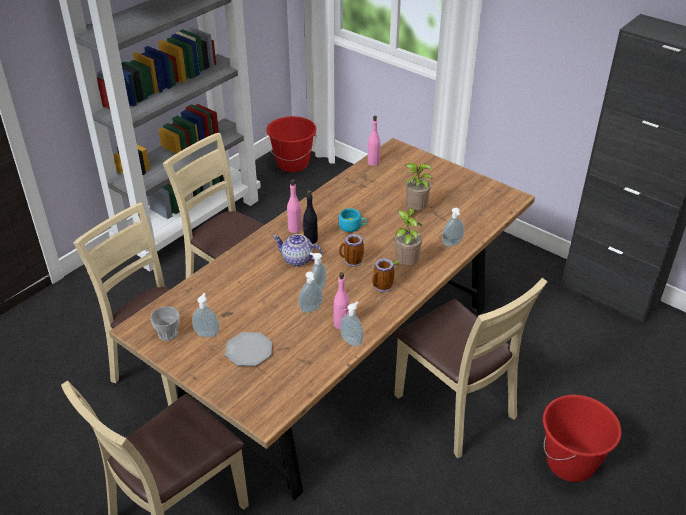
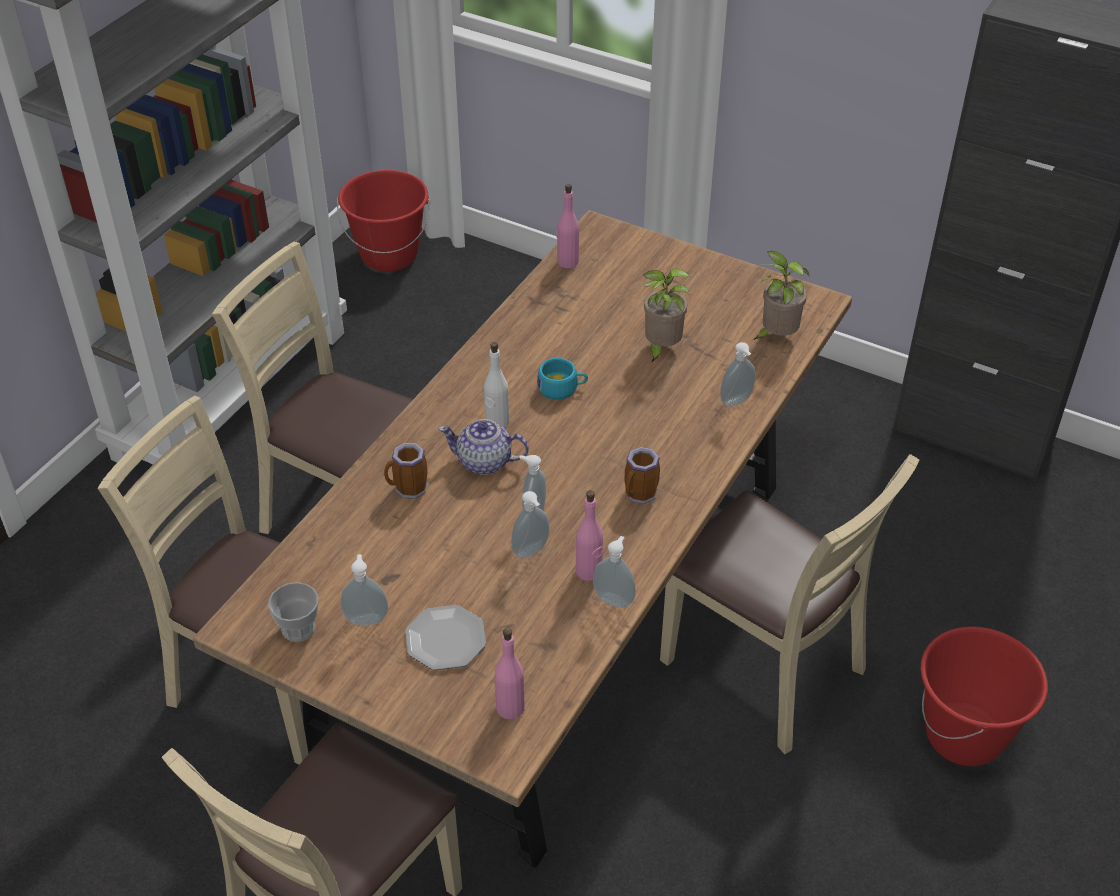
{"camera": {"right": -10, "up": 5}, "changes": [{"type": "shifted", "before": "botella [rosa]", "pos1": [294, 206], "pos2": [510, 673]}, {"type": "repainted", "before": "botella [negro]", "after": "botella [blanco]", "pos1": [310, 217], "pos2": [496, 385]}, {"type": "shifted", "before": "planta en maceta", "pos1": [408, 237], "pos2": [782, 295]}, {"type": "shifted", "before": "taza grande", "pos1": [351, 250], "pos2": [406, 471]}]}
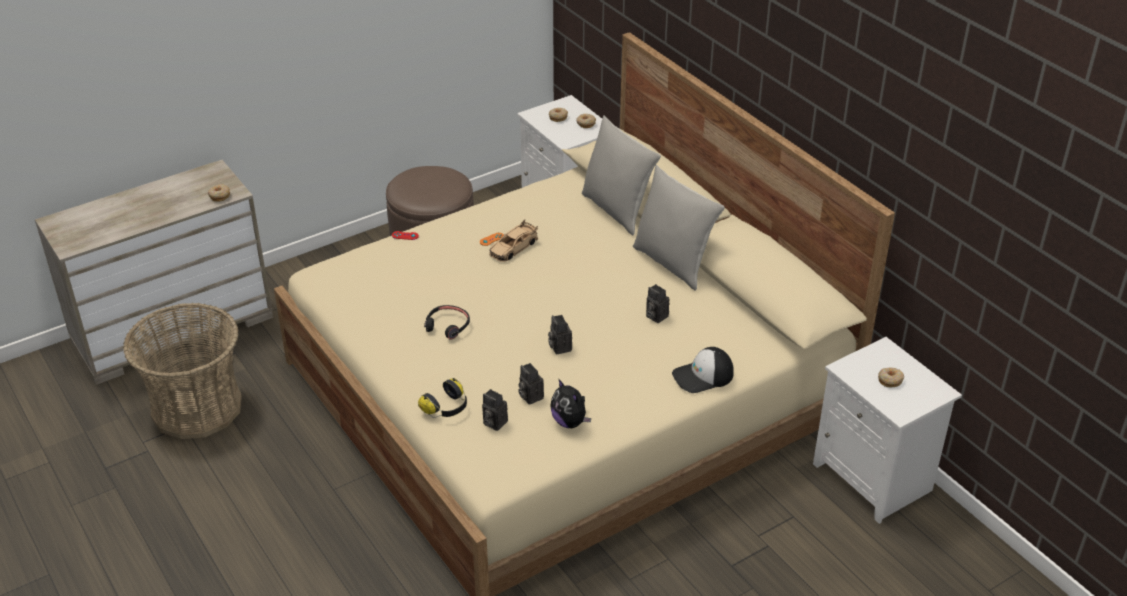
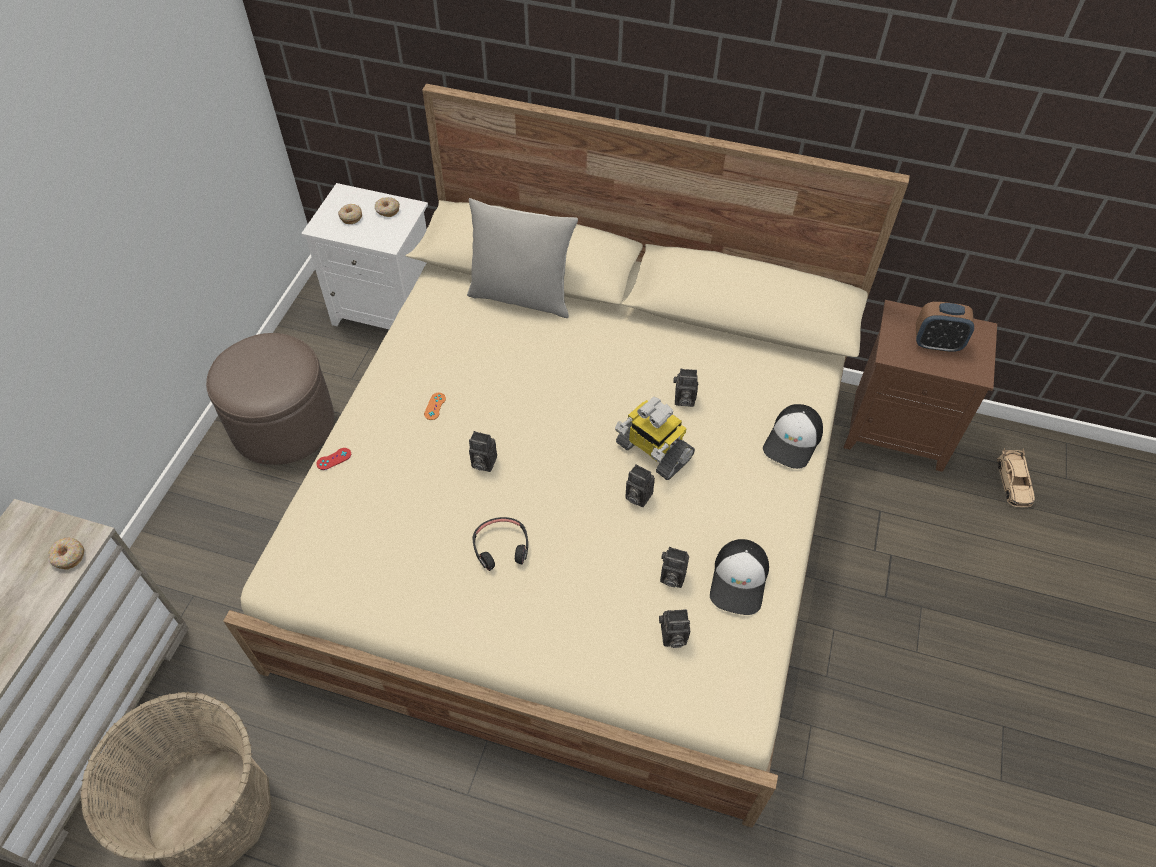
{"camera": {"right": -40, "up": 15}, "changes": [{"type": "gone", "before": "cojín [gris]", "pos1": [679, 228]}, {"type": "shifted", "before": "coche de juguete [beis]", "pos1": [513, 240], "pos2": [1016, 477]}, {"type": "repainted", "before": "mesita de noche [blanco]", "after": "mesita de noche [marrón]", "pos1": [887, 430], "pos2": [920, 386]}, {"type": "swapped", "before": "rosquilla", "after": "despertador", "pos1": [891, 377], "pos2": [945, 327]}, {"type": "gone", "before": "auriculares", "pos1": [442, 398]}, {"type": "swapped", "before": "peluche", "after": "gorra", "pos1": [570, 403], "pos2": [739, 577]}, {"type": "new", "after": "robot de juguete", "pos2": [655, 438]}, {"type": "new", "after": "cámara", "pos2": [483, 451]}]}
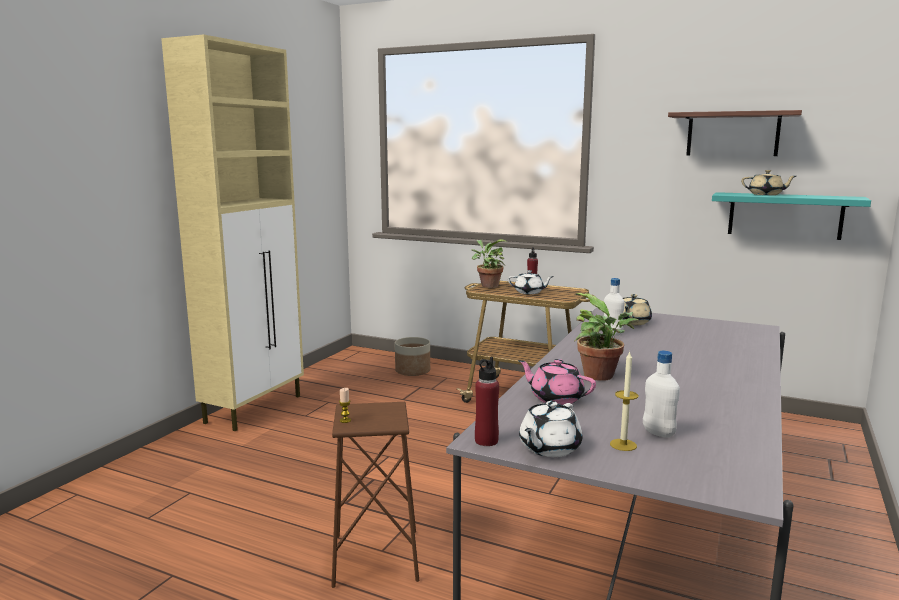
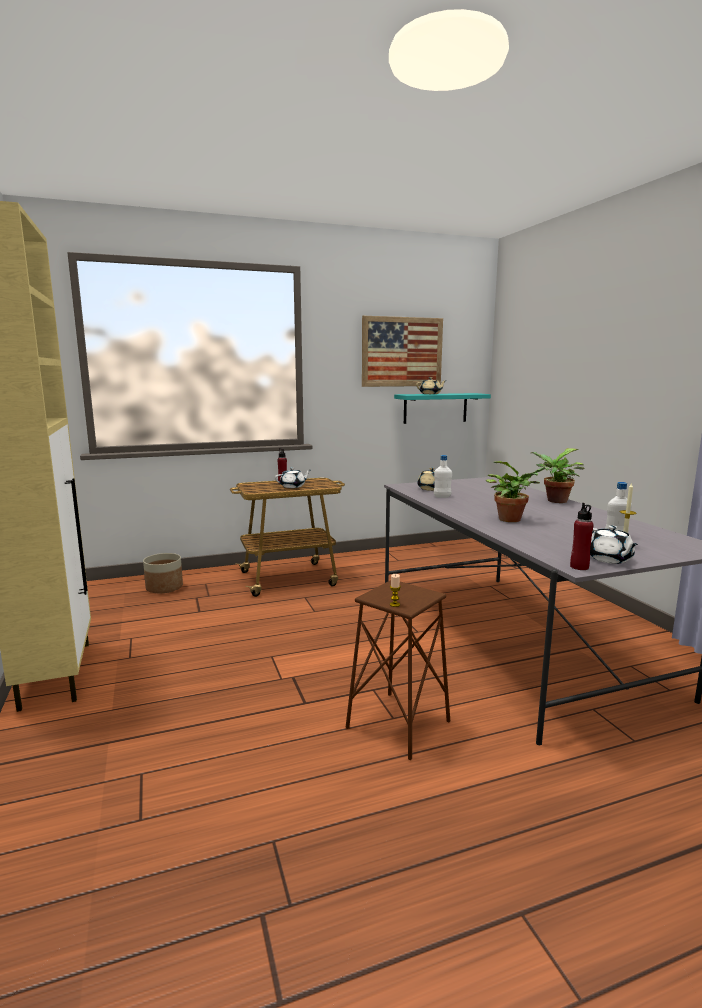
{"camera": {"right": -45, "up": 0}, "changes": [{"type": "swapped", "before": "estante", "after": "cuadro", "pos1": [735, 133], "pos2": [402, 351]}, {"type": "shifted", "before": "planta en maceta", "pos1": [488, 263], "pos2": [557, 475]}, {"type": "gone", "before": "tetera [rosa]", "pos1": [557, 382]}]}
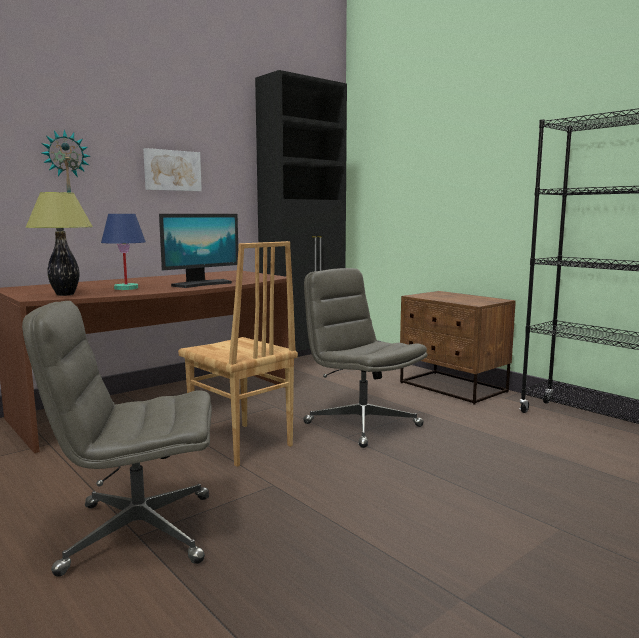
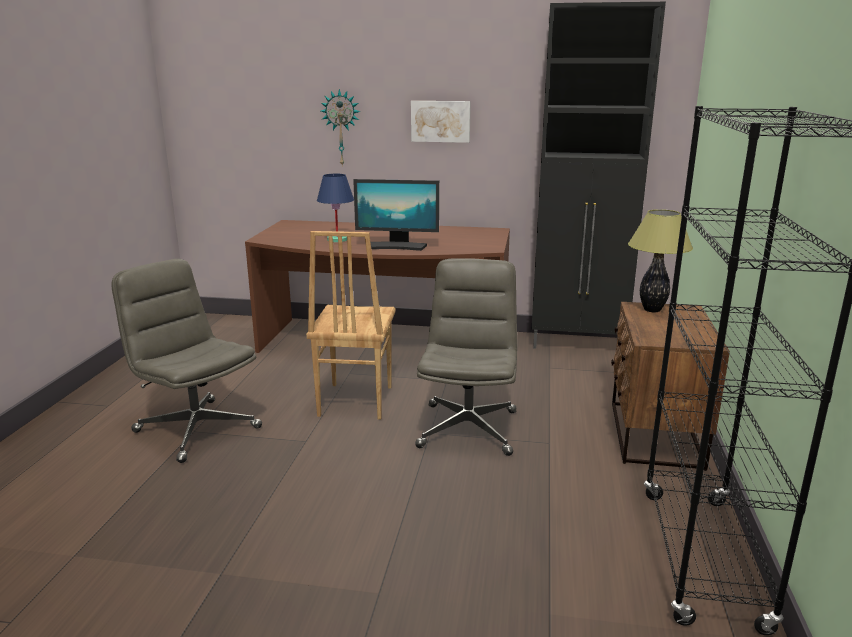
{"camera": {"right": 50, "up": 10}, "changes": [{"type": "shifted", "before": "lámpara de mesa", "pos1": [59, 244], "pos2": [660, 260]}]}
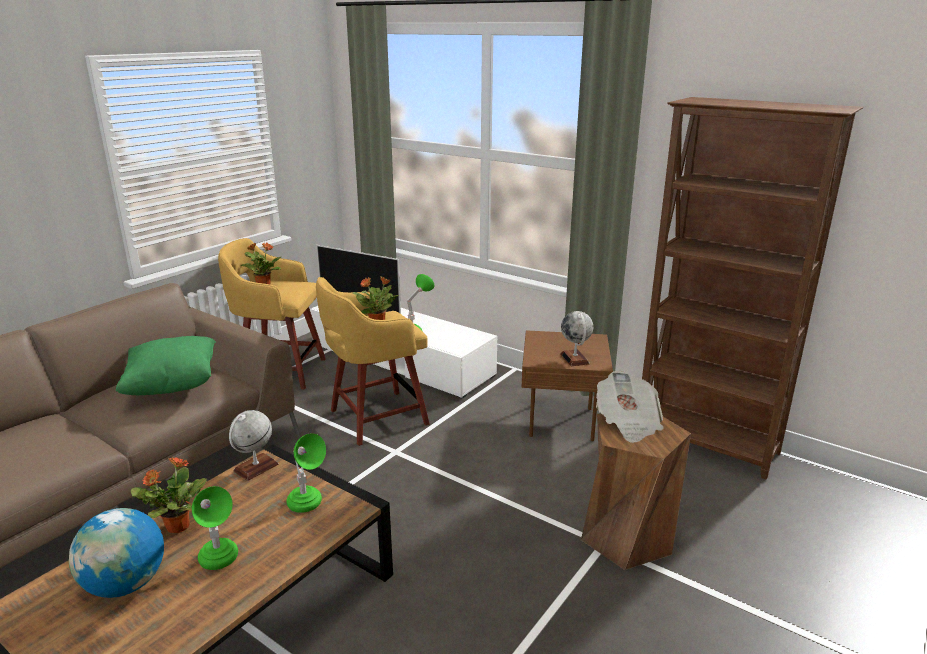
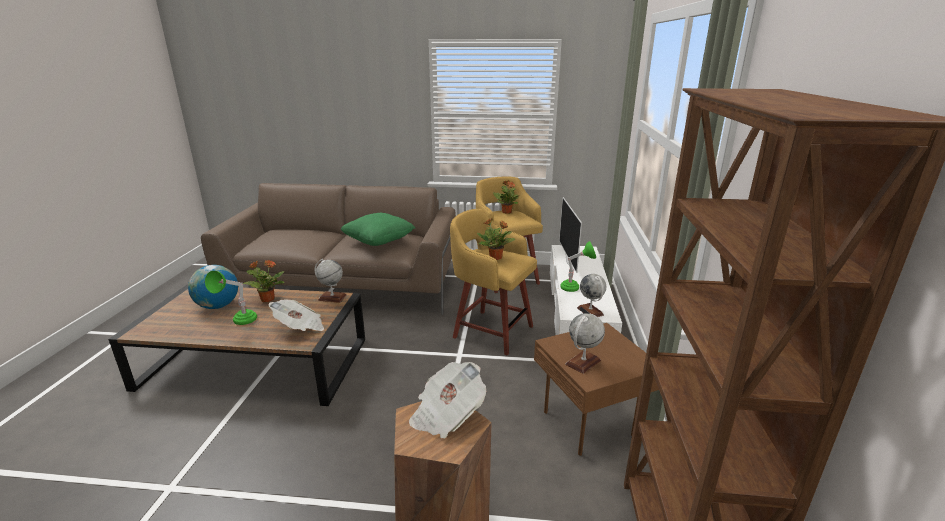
{"camera": {"right": 60, "up": 0}, "changes": [{"type": "swapped", "before": "lámpara de mesa [verde]", "after": "periódico", "pos1": [306, 473], "pos2": [296, 315]}, {"type": "new", "after": "globo terráqueo", "pos2": [591, 295]}]}
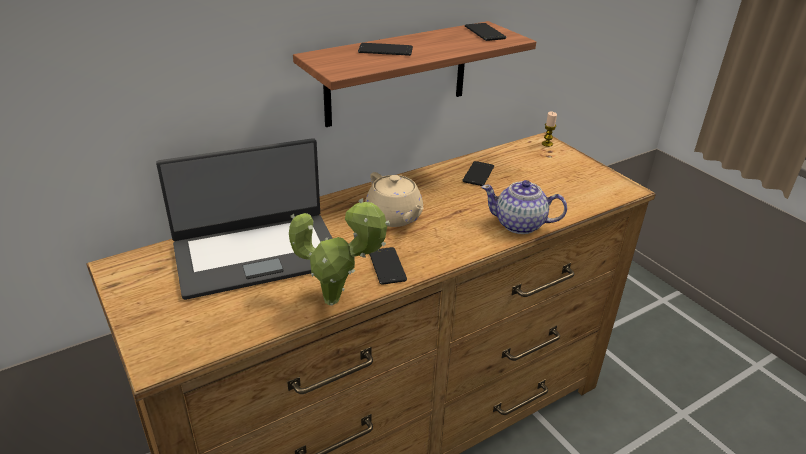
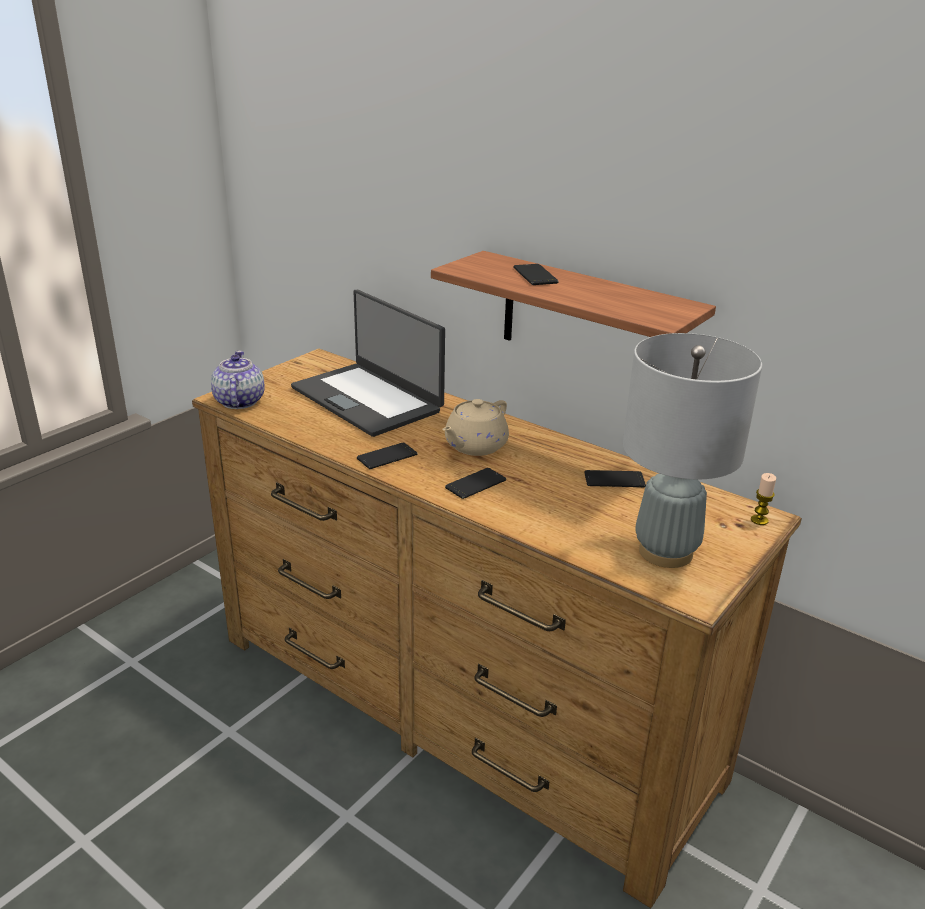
{"camera": {"right": 70, "up": -5}, "changes": [{"type": "shifted", "before": "móvil", "pos1": [485, 32], "pos2": [475, 483]}, {"type": "shifted", "before": "tetera", "pos1": [524, 207], "pos2": [238, 380]}, {"type": "gone", "before": "planta en maceta", "pos1": [339, 252]}, {"type": "new", "after": "lámpara de mesa [gris]", "pos2": [692, 450]}]}
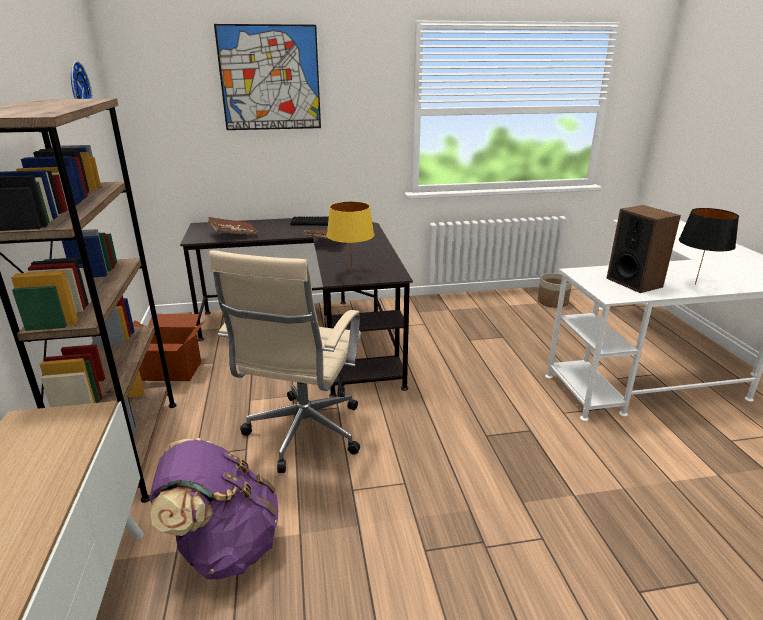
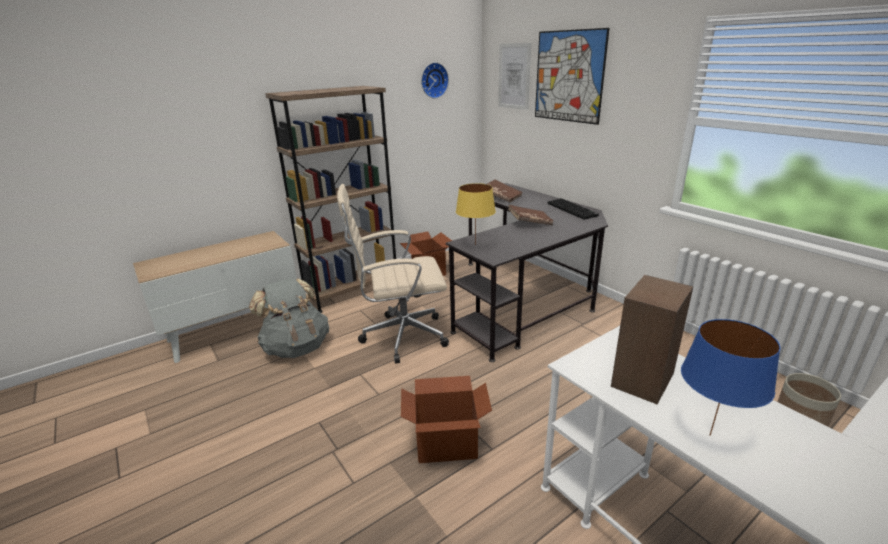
{"camera": {"right": 65, "up": 0}, "changes": [{"type": "repainted", "before": "lámpara de mesa [negro]", "after": "lámpara de mesa [azul]", "pos1": [709, 246], "pos2": [731, 377]}, {"type": "repainted", "before": "mochila [morado]", "after": "mochila [gris]", "pos1": [213, 508], "pos2": [289, 318]}, {"type": "new", "after": "cuadro", "pos2": [514, 76]}, {"type": "new", "after": "caja de cartón", "pos2": [446, 419]}]}
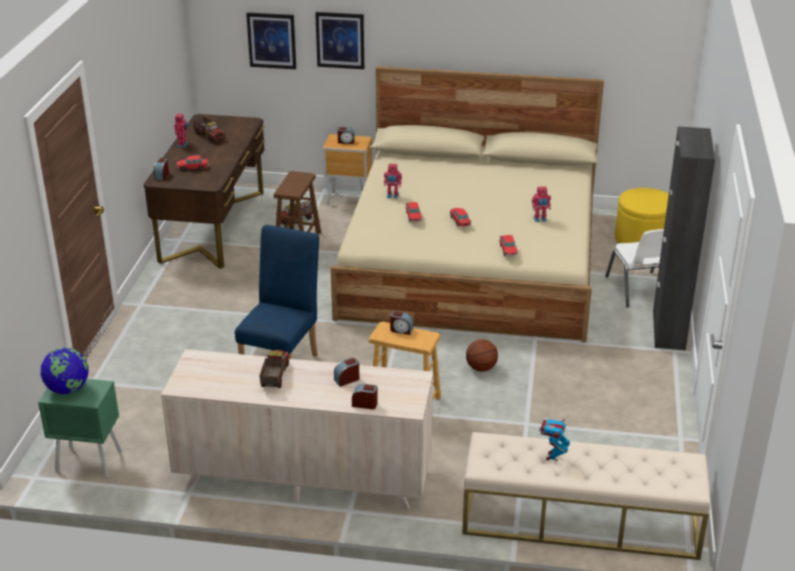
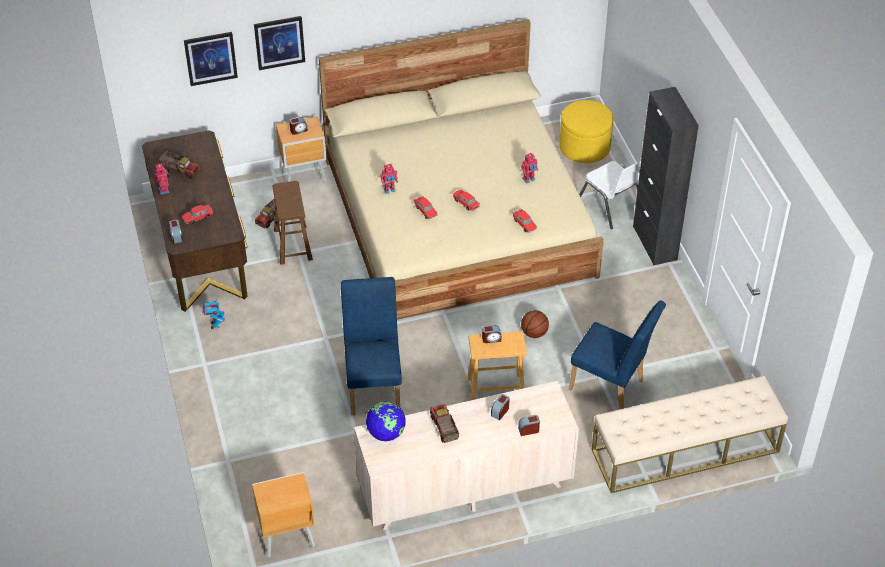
{"camera": {"right": -25, "up": 15}, "changes": [{"type": "shifted", "before": "globo terráqueo", "pos1": [64, 371], "pos2": [386, 421]}, {"type": "repainted", "before": "mesita de noche [verde]", "after": "mesita de noche [marrón]", "pos1": [80, 427], "pos2": [283, 514]}, {"type": "shifted", "before": "robot de juguete", "pos1": [554, 439], "pos2": [213, 313]}, {"type": "new", "after": "silla [azul]", "pos2": [617, 354]}]}
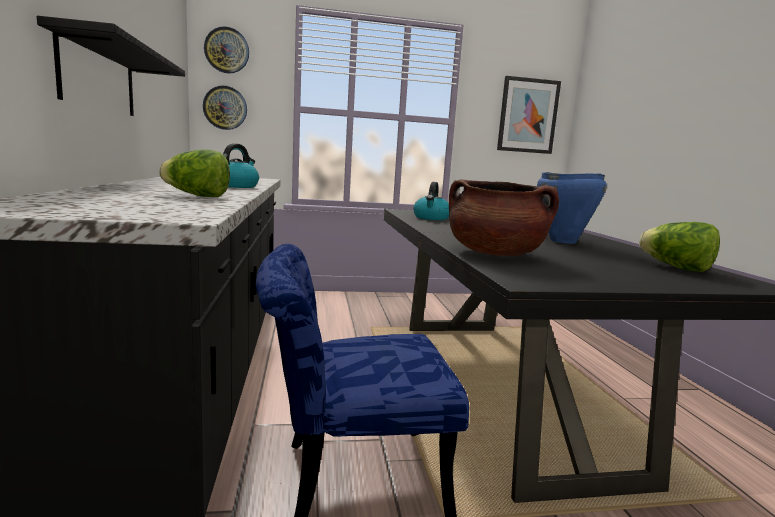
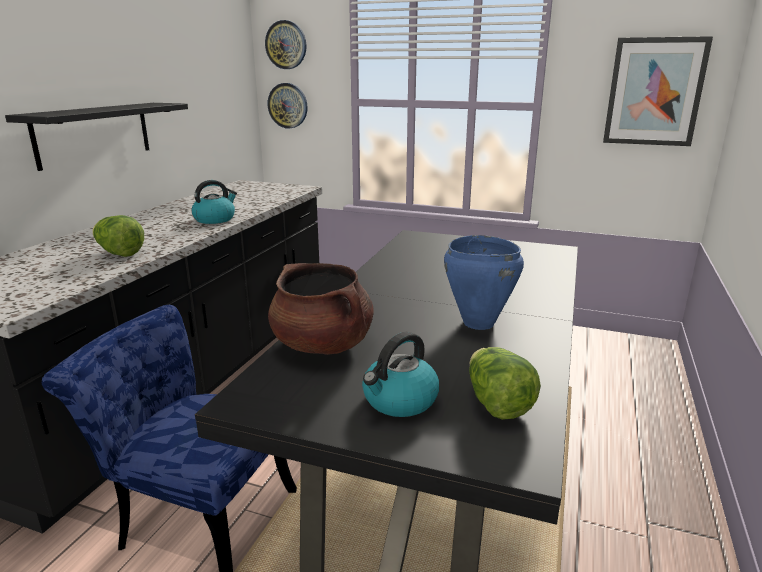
{"camera": {"right": 30, "up": 10}, "changes": [{"type": "shifted", "before": "hervidor", "pos1": [431, 201], "pos2": [400, 374]}]}
